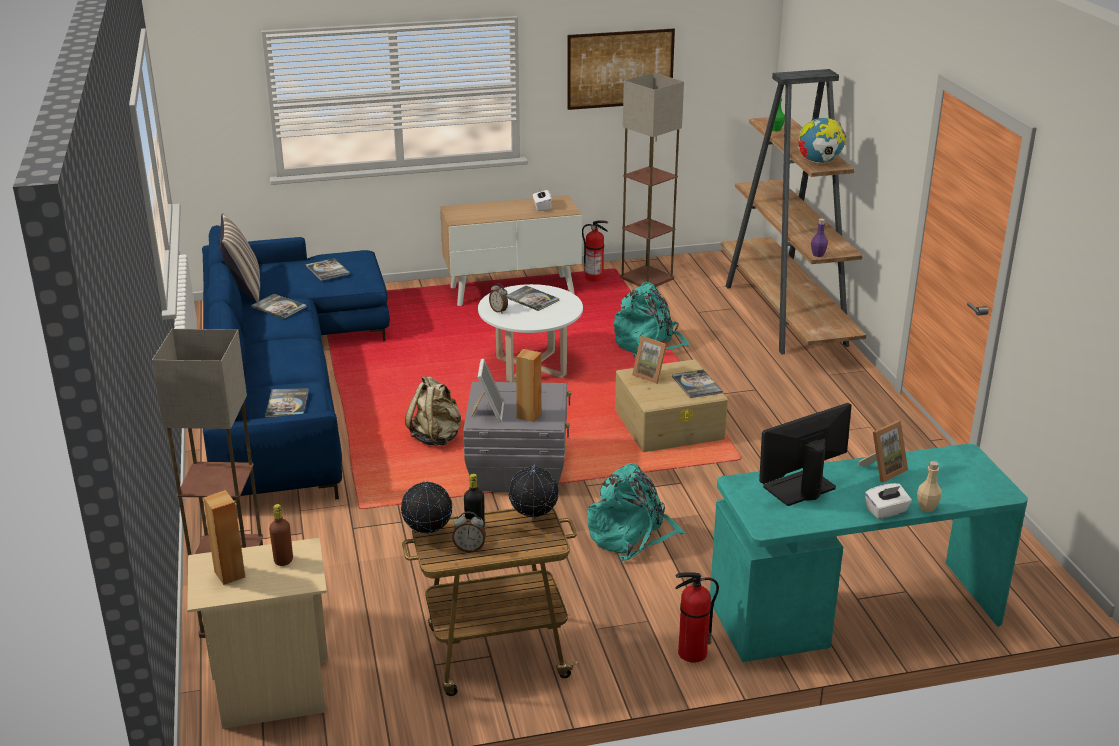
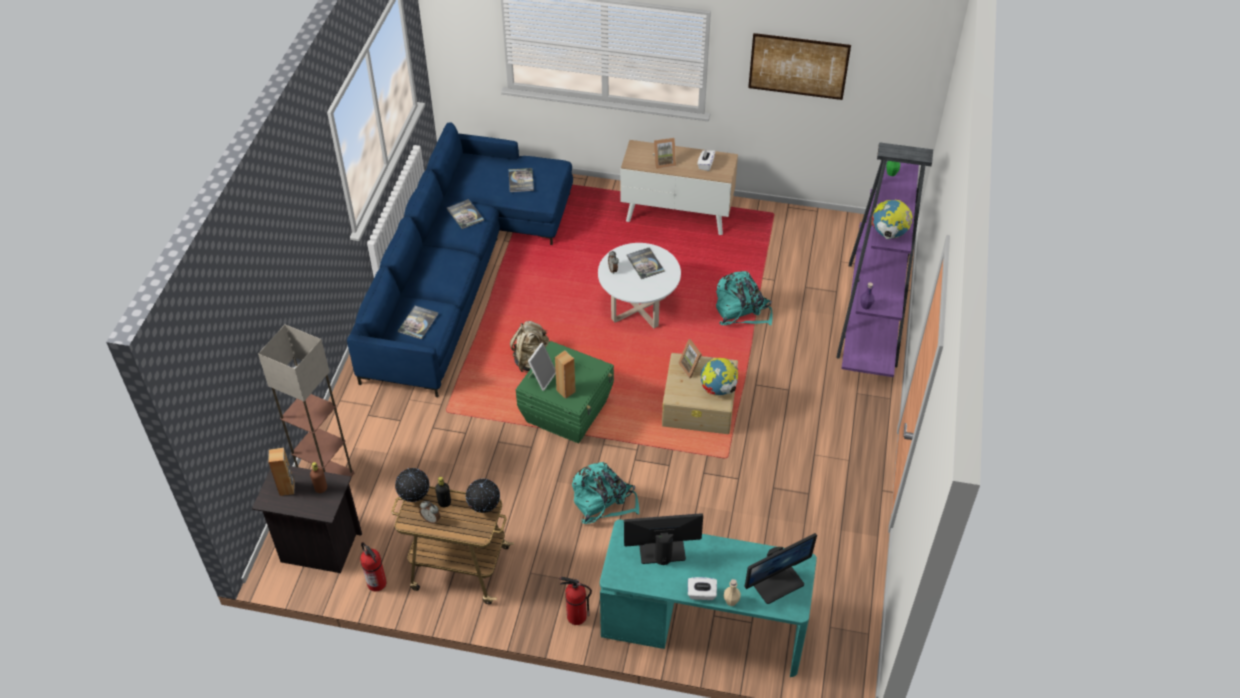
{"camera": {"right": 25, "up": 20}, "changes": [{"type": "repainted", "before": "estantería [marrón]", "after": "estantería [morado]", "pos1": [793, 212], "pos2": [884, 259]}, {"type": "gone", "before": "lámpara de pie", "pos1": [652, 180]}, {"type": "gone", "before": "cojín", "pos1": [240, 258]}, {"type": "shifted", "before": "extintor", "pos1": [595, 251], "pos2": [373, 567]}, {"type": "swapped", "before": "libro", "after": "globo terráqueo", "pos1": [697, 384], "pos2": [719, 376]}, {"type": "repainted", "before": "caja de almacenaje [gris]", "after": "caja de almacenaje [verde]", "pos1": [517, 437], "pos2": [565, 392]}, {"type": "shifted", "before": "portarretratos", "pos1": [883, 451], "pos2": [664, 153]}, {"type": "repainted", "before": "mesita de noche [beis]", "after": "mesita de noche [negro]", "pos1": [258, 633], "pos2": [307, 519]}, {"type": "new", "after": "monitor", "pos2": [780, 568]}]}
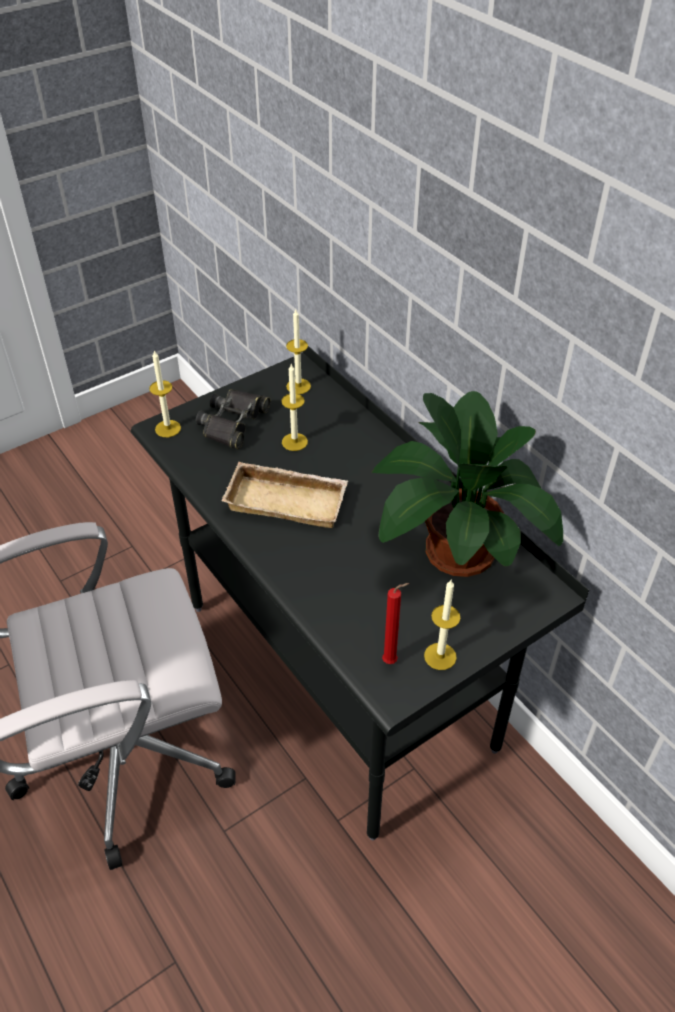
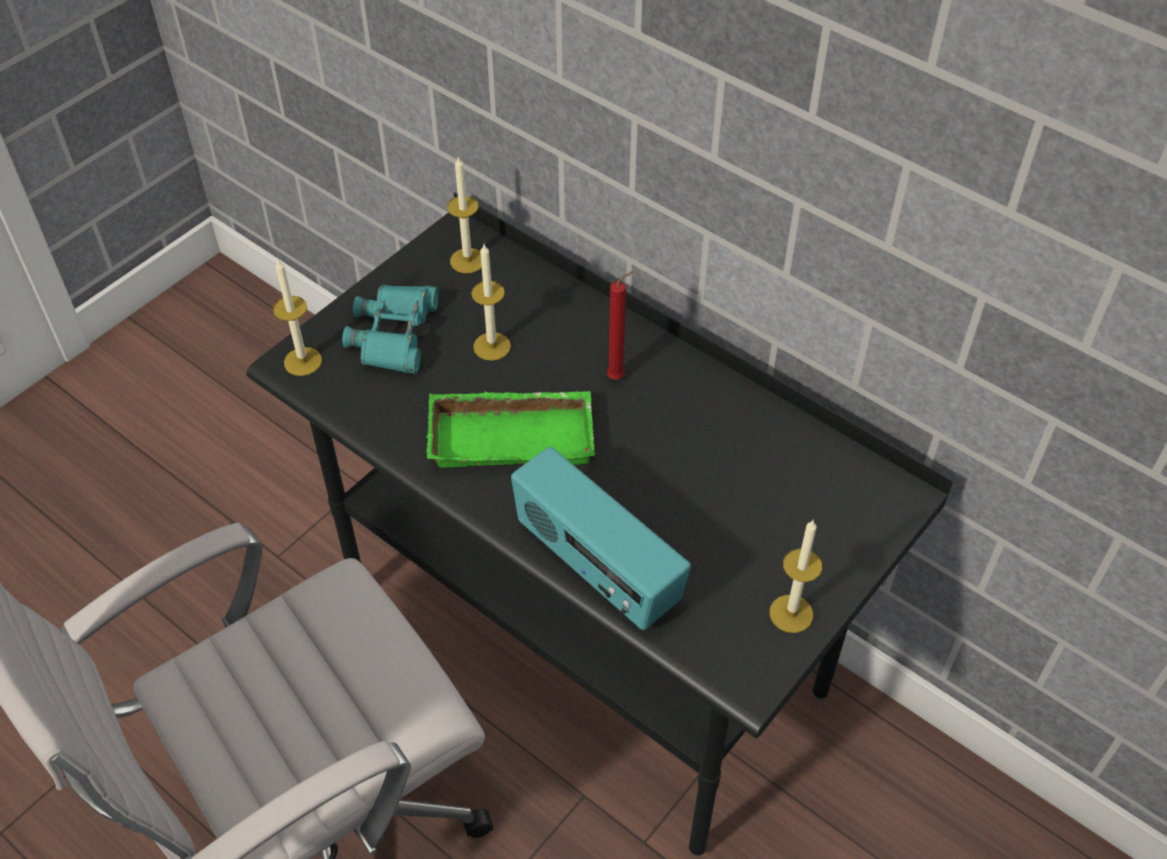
{"camera": {"right": -15, "up": 5}, "changes": [{"type": "repainted", "before": "prismáticos [negro]", "after": "prismáticos [turquesa]", "pos1": [233, 419], "pos2": [390, 329]}, {"type": "gone", "before": "planta en maceta", "pos1": [467, 484]}, {"type": "repainted", "before": "bandeja [beis]", "after": "bandeja [verde]", "pos1": [284, 495], "pos2": [510, 429]}, {"type": "shifted", "before": "vela [rojo]", "pos1": [395, 623], "pos2": [620, 325]}, {"type": "new", "after": "radio", "pos2": [601, 538]}]}
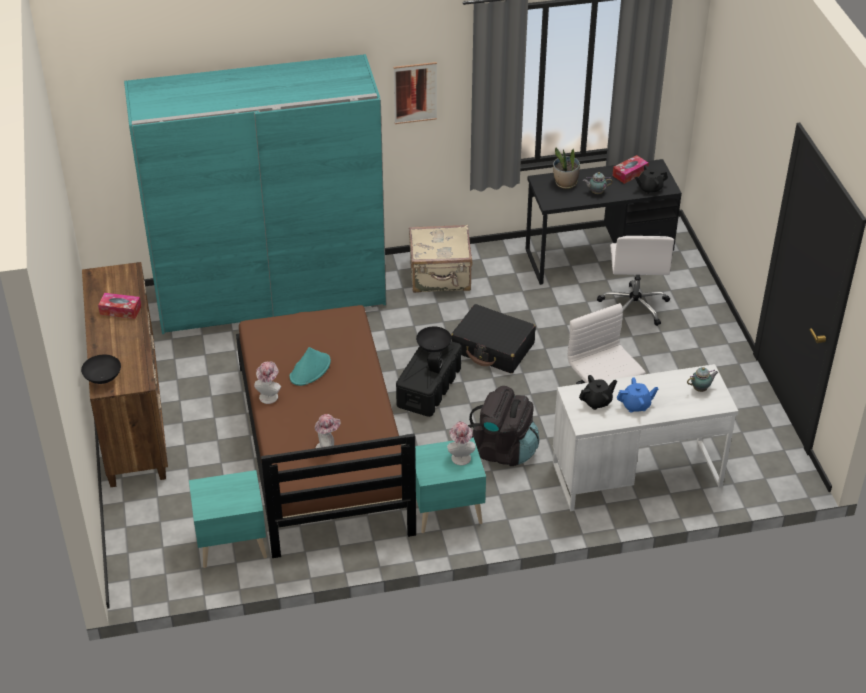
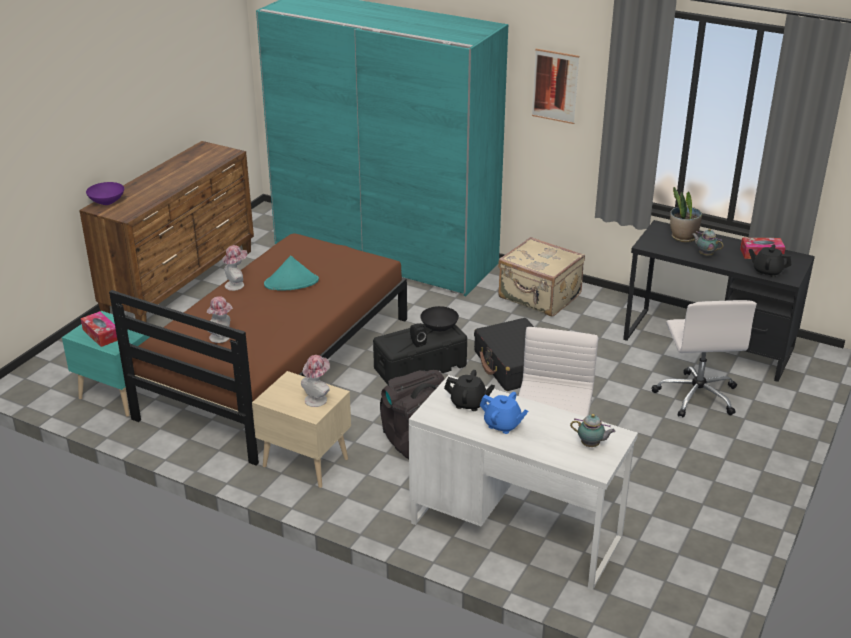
{"camera": {"right": 40, "up": -10}, "changes": [{"type": "rotated", "before": "silla de oficina [blanco]", "pos1": [635, 281], "pos2": [704, 359], "turn": -45}, {"type": "shifted", "before": "caja de pañuelos", "pos1": [119, 306], "pos2": [99, 329]}, {"type": "repainted", "before": "cuenco [negro]", "after": "cuenco [morado]", "pos1": [101, 369], "pos2": [105, 193]}, {"type": "repainted", "before": "mesita de noche [turquesa]", "after": "mesita de noche [beis]", "pos1": [450, 485], "pos2": [301, 429]}]}
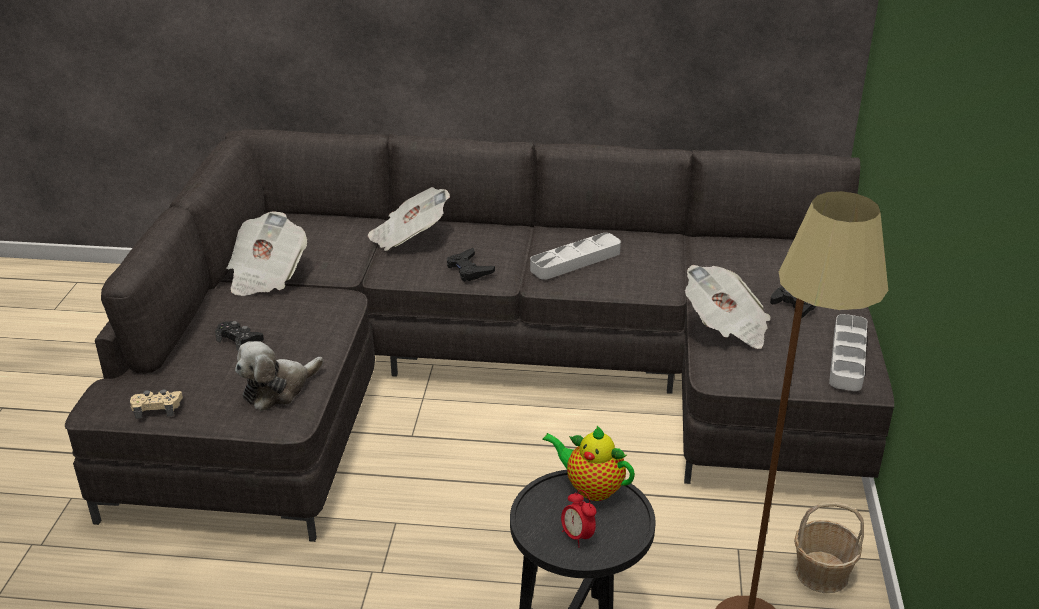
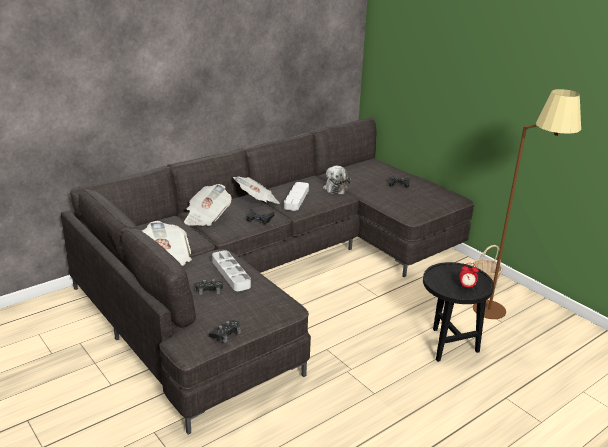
{"camera": {"right": -45, "up": -5}, "changes": [{"type": "shifted", "before": "periódico", "pos1": [727, 307], "pos2": [256, 190]}, {"type": "shifted", "before": "bandeja [gris]", "pos1": [848, 352], "pos2": [231, 270]}, {"type": "shifted", "before": "peluche", "pos1": [279, 376], "pos2": [337, 180]}, {"type": "repainted", "before": "mando de consola [beis]", "after": "mando de consola [negro]", "pos1": [156, 404], "pos2": [225, 331]}, {"type": "gone", "before": "tetera", "pos1": [588, 463]}]}
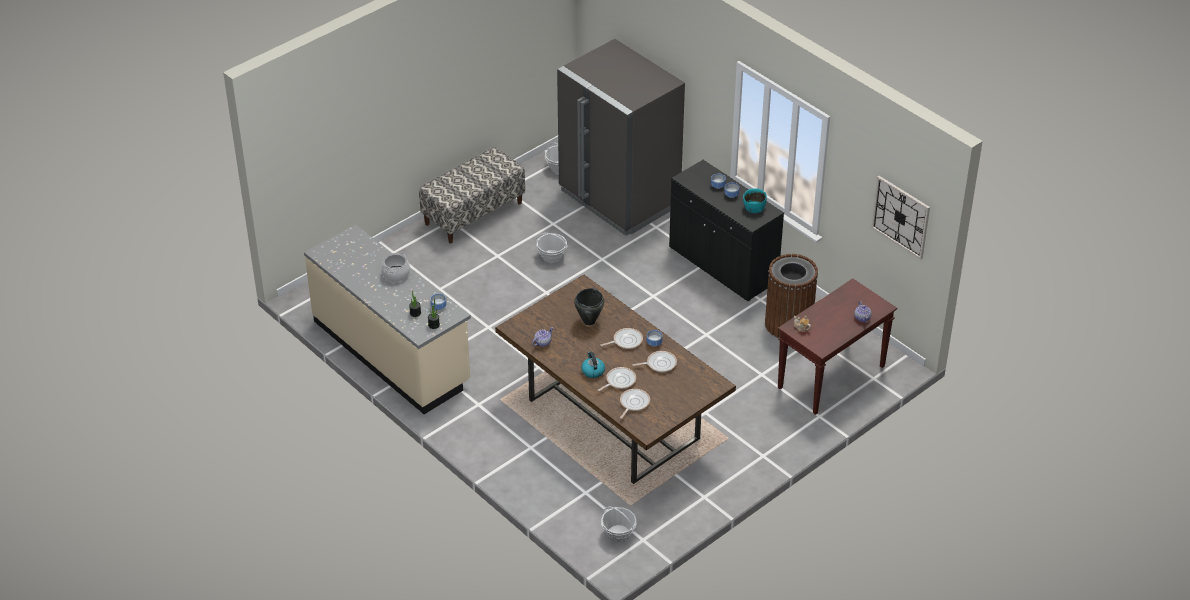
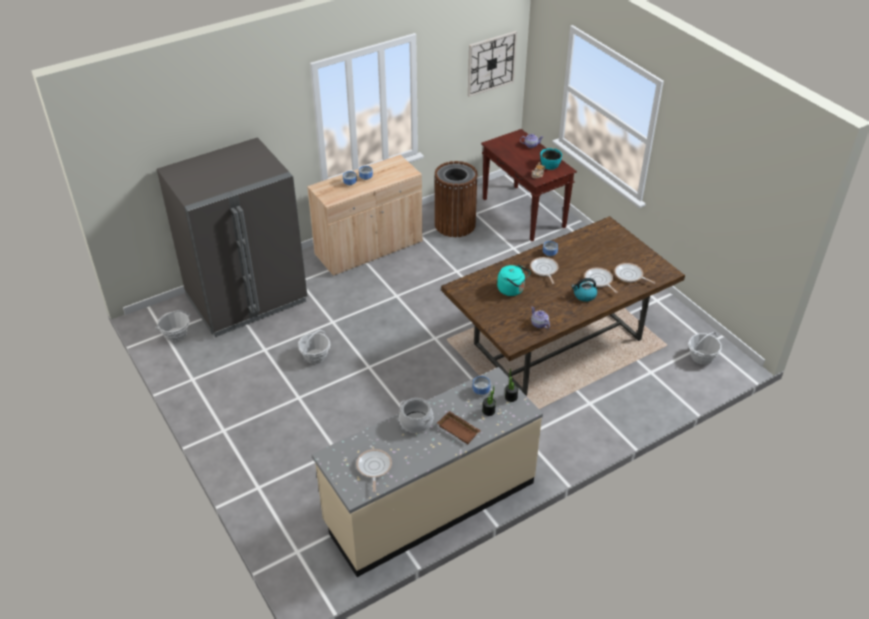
{"camera": {"right": -80, "up": 0}, "changes": [{"type": "gone", "before": "banco", "pos1": [472, 195]}, {"type": "repainted", "before": "armario [negro]", "after": "armario [beis]", "pos1": [726, 231], "pos2": [364, 215]}, {"type": "shifted", "before": "cuenco [turquesa]", "pos1": [755, 200], "pos2": [551, 159]}, {"type": "swapped", "before": "olla [negro]", "after": "hervidor [turquesa]", "pos1": [589, 306], "pos2": [514, 280]}, {"type": "shifted", "before": "sartén", "pos1": [654, 361], "pos2": [374, 470]}, {"type": "new", "after": "bandeja [marrón]", "pos2": [459, 427]}]}
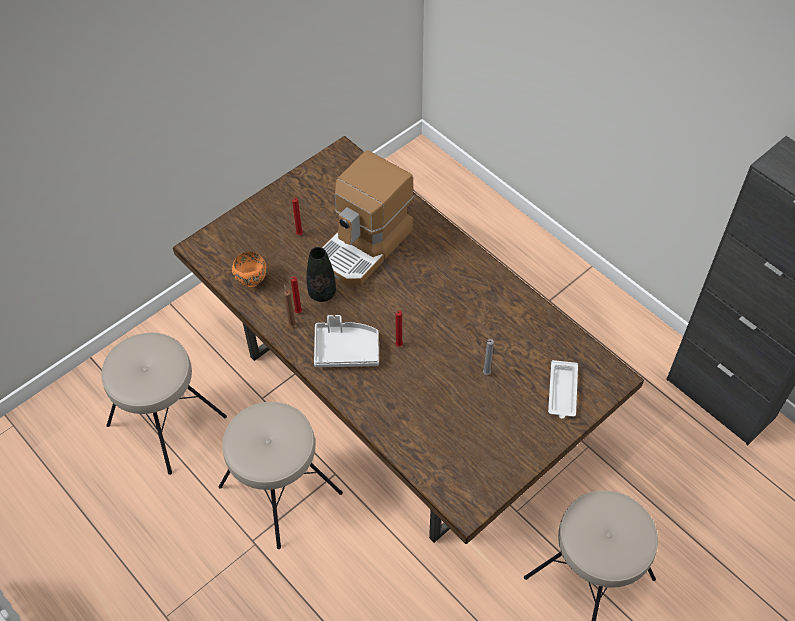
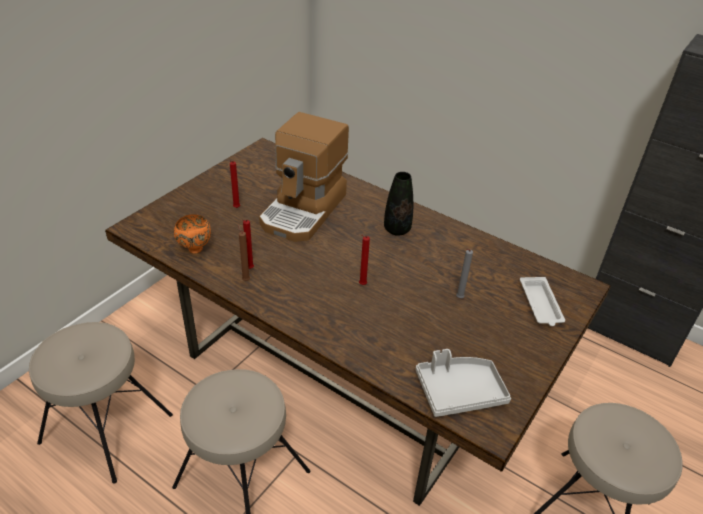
{"camera": {"right": -15, "up": -15}, "changes": [{"type": "shifted", "before": "florero [negro]", "pos1": [321, 274], "pos2": [398, 204]}, {"type": "shifted", "before": "bandeja [gris]", "pos1": [346, 341], "pos2": [463, 383]}]}
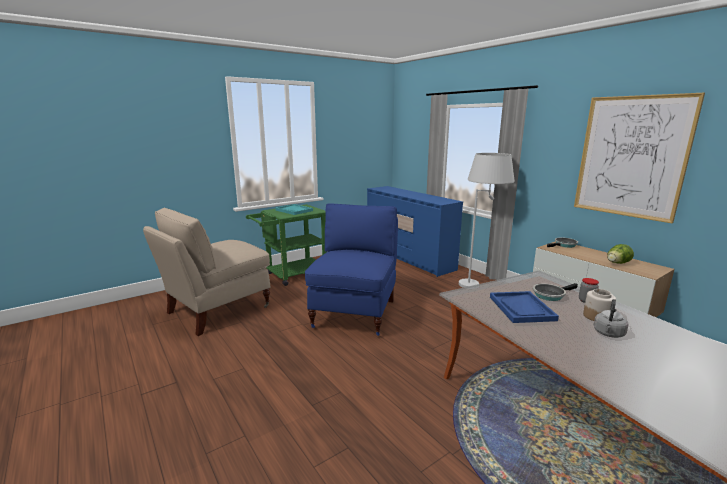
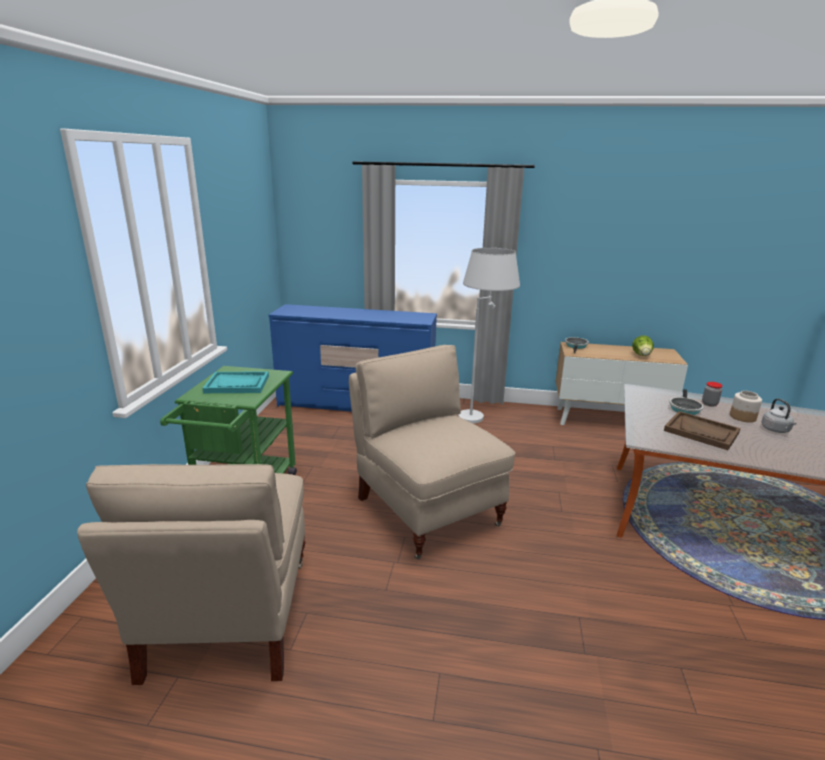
{"camera": {"right": -45, "up": 5}, "changes": [{"type": "gone", "before": "cuadro", "pos1": [639, 158]}, {"type": "repainted", "before": "silla [azul]", "after": "silla [beis]", "pos1": [351, 269], "pos2": [432, 452]}, {"type": "repainted", "before": "bandeja [azul]", "after": "bandeja [marrón]", "pos1": [524, 307], "pos2": [702, 430]}]}
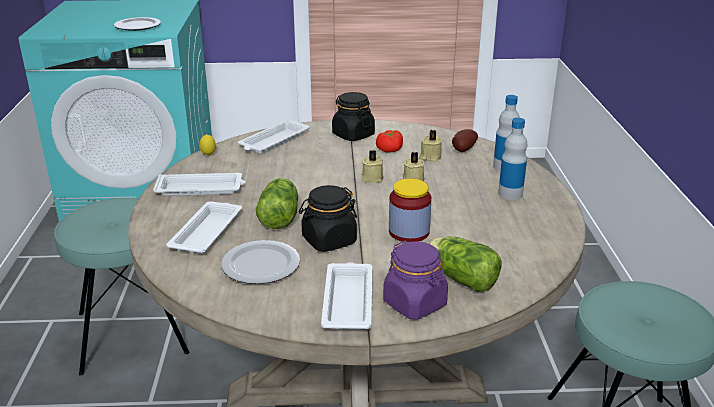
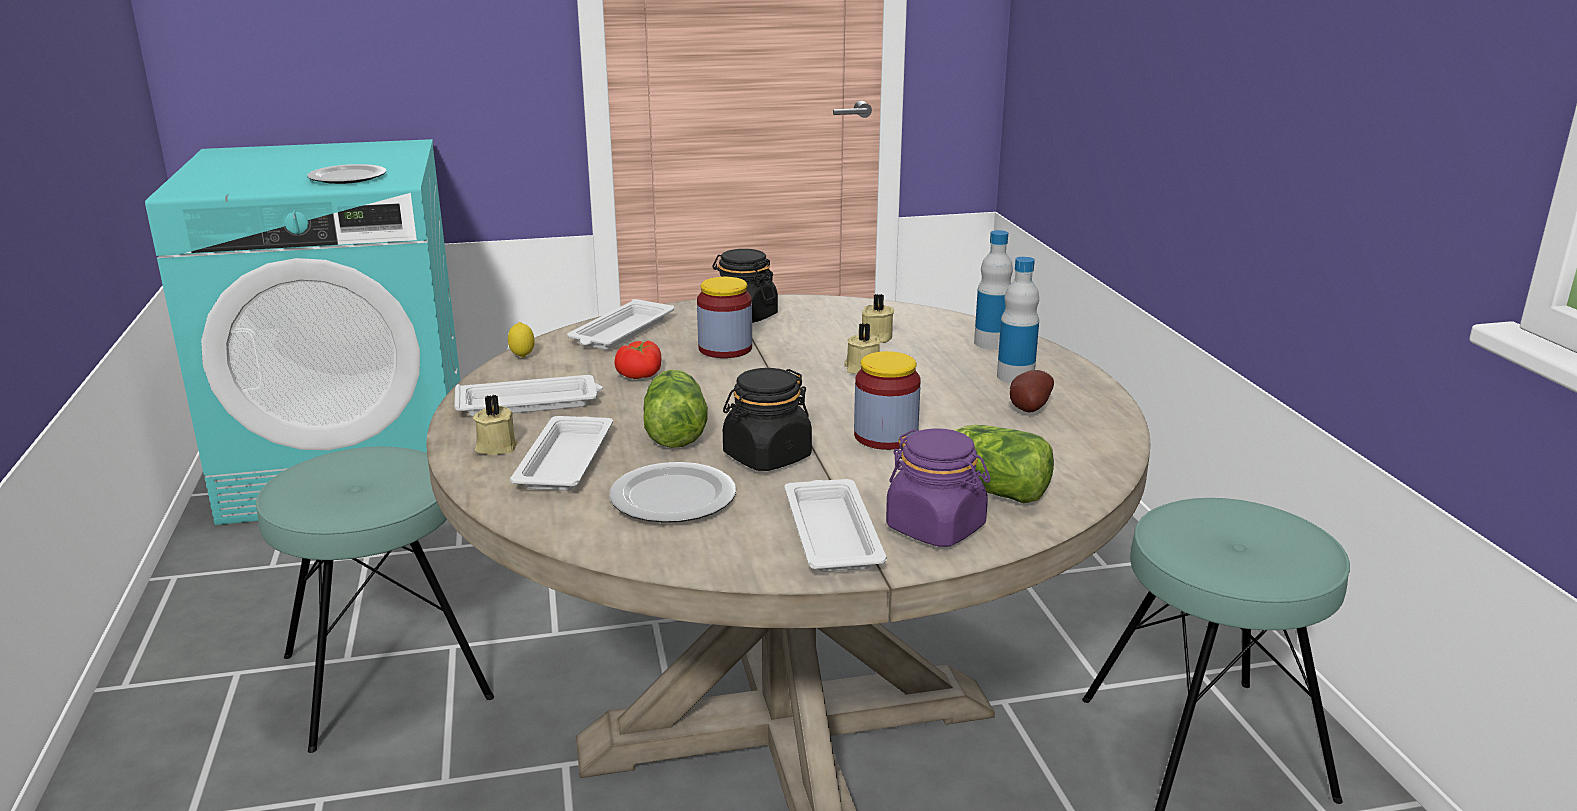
{"camera": {"right": -10, "up": -5}, "changes": [{"type": "shifted", "before": "patata", "pos1": [465, 140], "pos2": [1032, 391]}, {"type": "shifted", "before": "tomate", "pos1": [389, 141], "pos2": [637, 360]}, {"type": "shifted", "before": "vela [beis]", "pos1": [372, 166], "pos2": [495, 425]}, {"type": "new", "after": "tarro", "pos2": [724, 317]}]}
